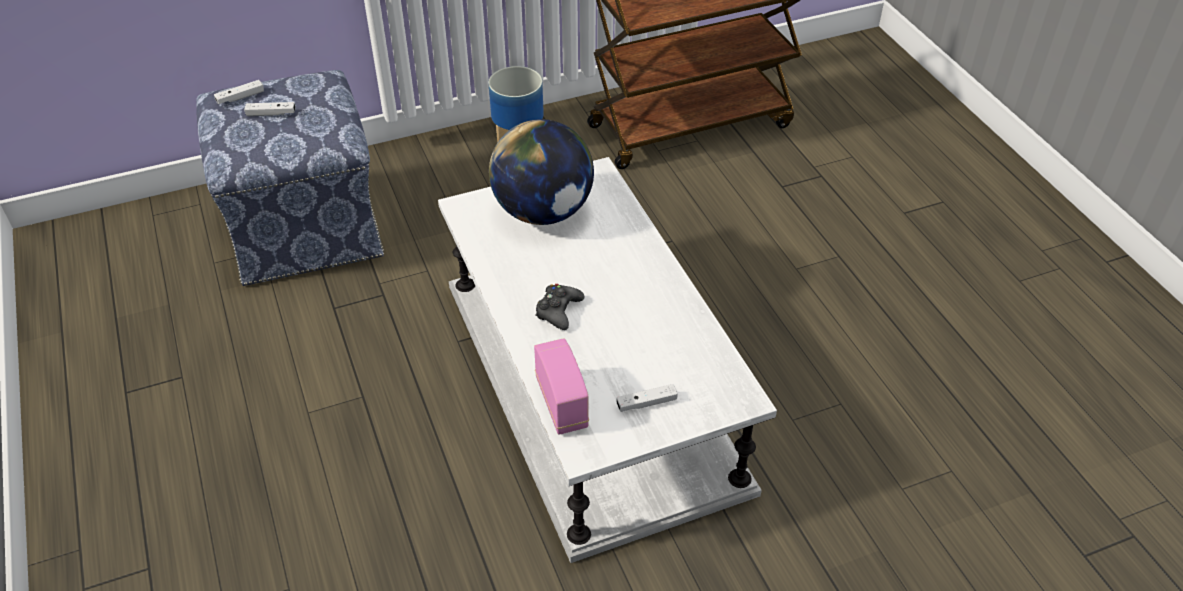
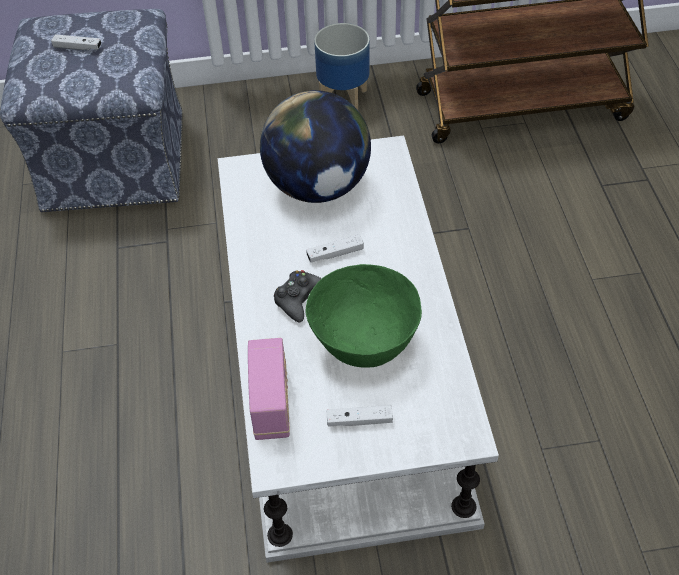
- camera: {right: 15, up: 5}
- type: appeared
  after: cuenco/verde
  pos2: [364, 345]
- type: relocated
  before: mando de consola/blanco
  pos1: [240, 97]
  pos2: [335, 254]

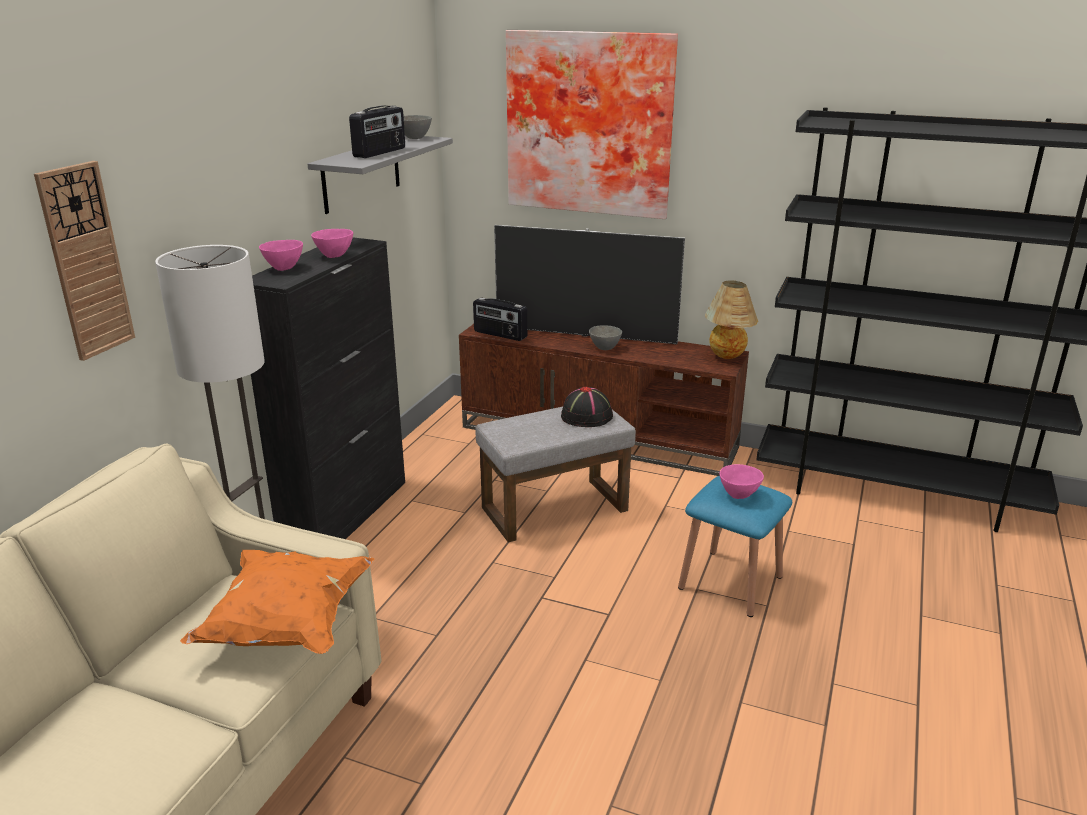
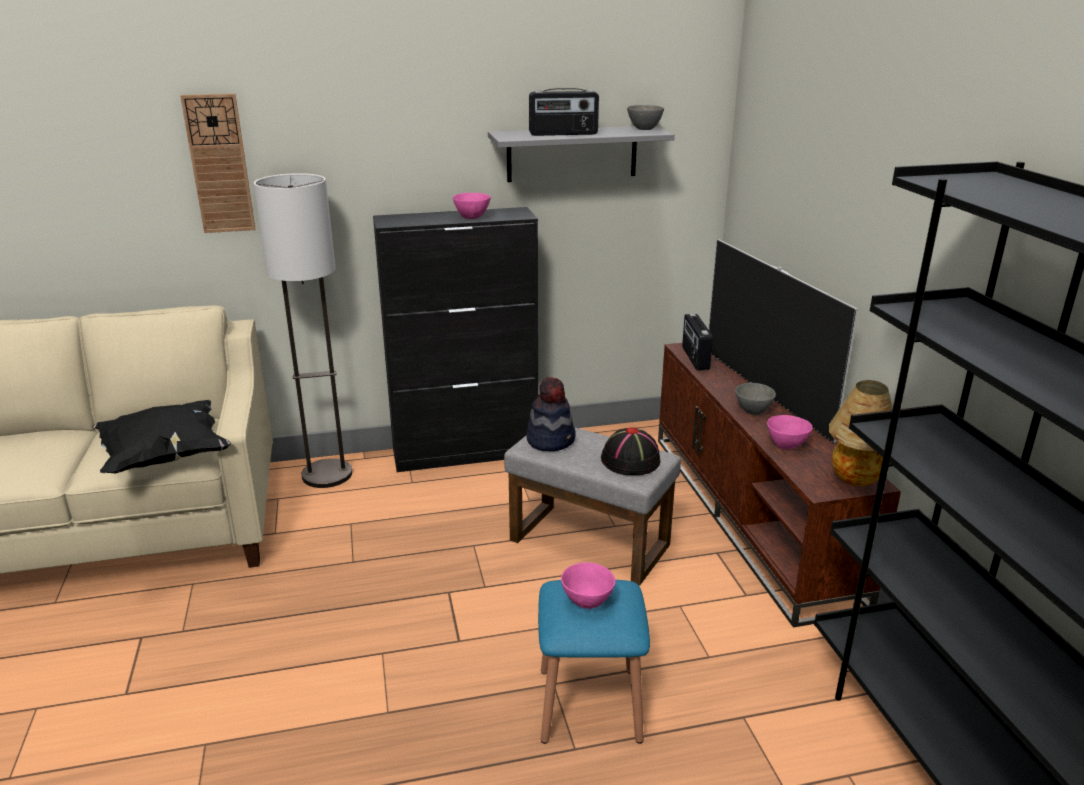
- camera: {right: 55, up: 0}
- type: missing
  before: cuadro
  pos1: [590, 123]
- type: appeared
  after: sombrero
  pos2: [551, 440]
- type: relocated
  before: cuenco/rosa
  pos1: [284, 268]
  pos2: [786, 445]
- type: colour
  before: cojín/naranja
  after: cojín/negro
  pos1: [287, 625]
  pos2: [165, 458]

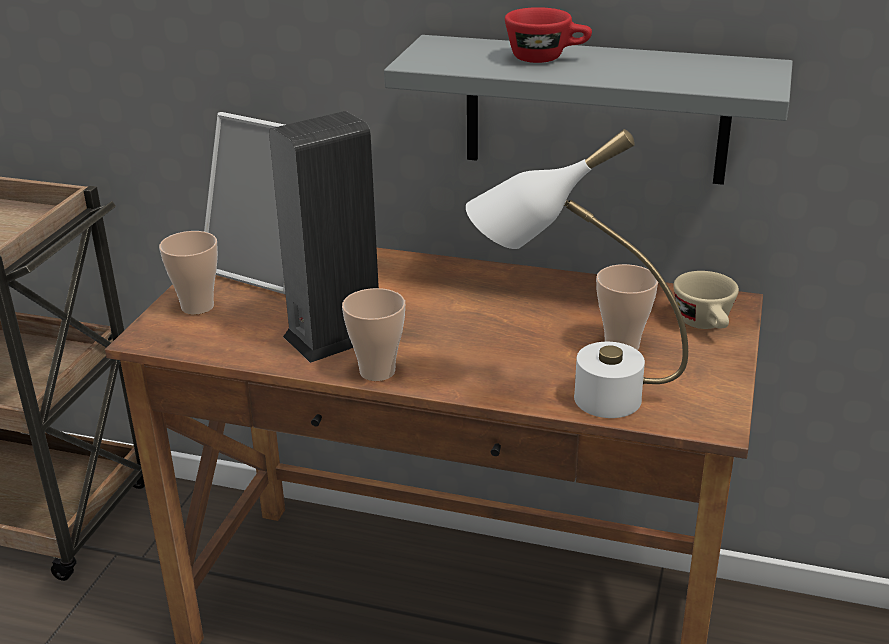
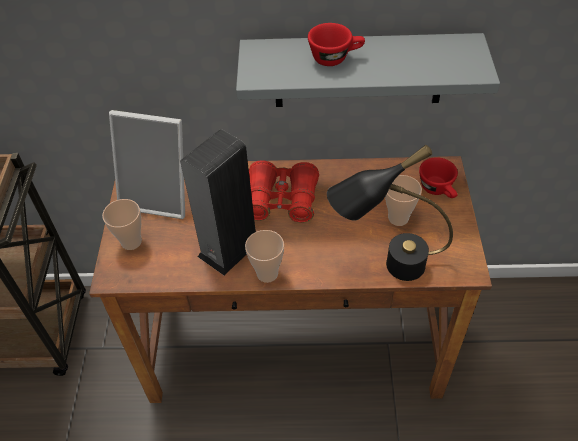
- camera: {right: -15, up: 20}
- type: appeared
  after: prismáticos/rojo
  pos2: [282, 200]
- type: colour
  before: lámpara de mesa/blanco
  after: lámpara de mesa/negro
  pos1: [573, 396]
  pos2: [386, 267]
- type: colour
  before: taza/beis
  after: taza/rojo
  pos1: [706, 325]
  pos2: [438, 190]

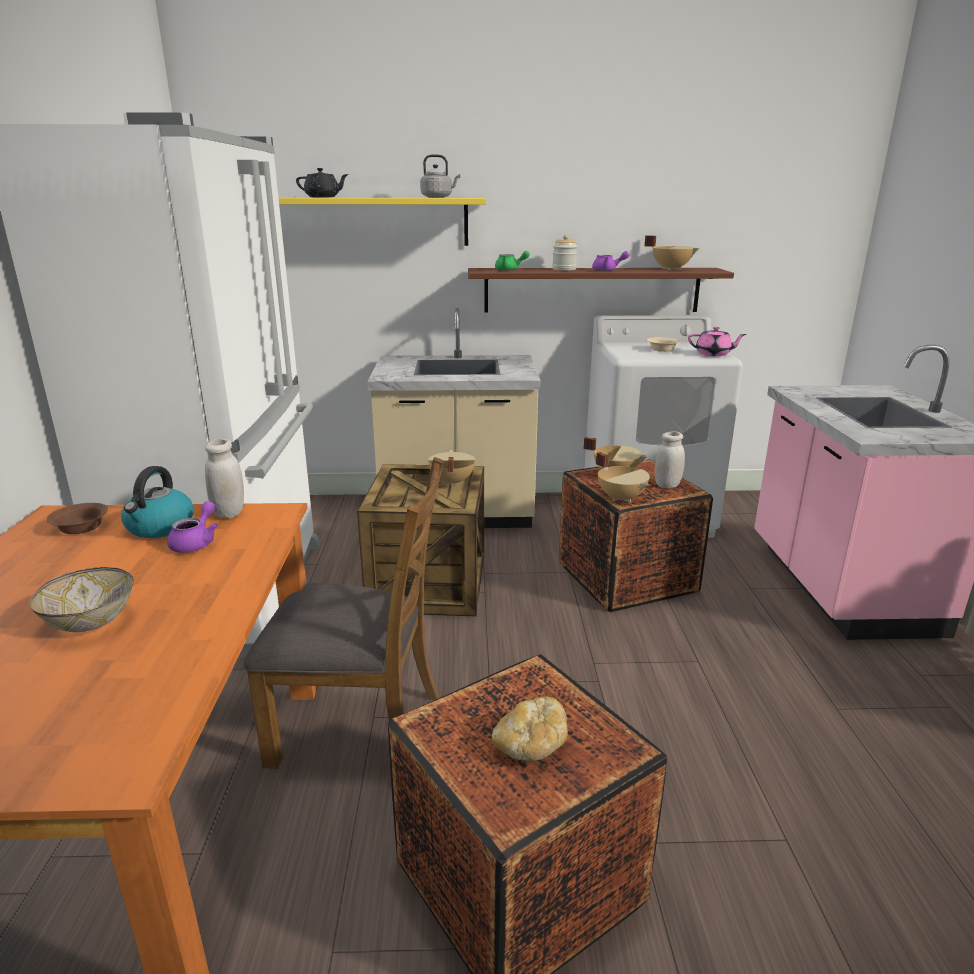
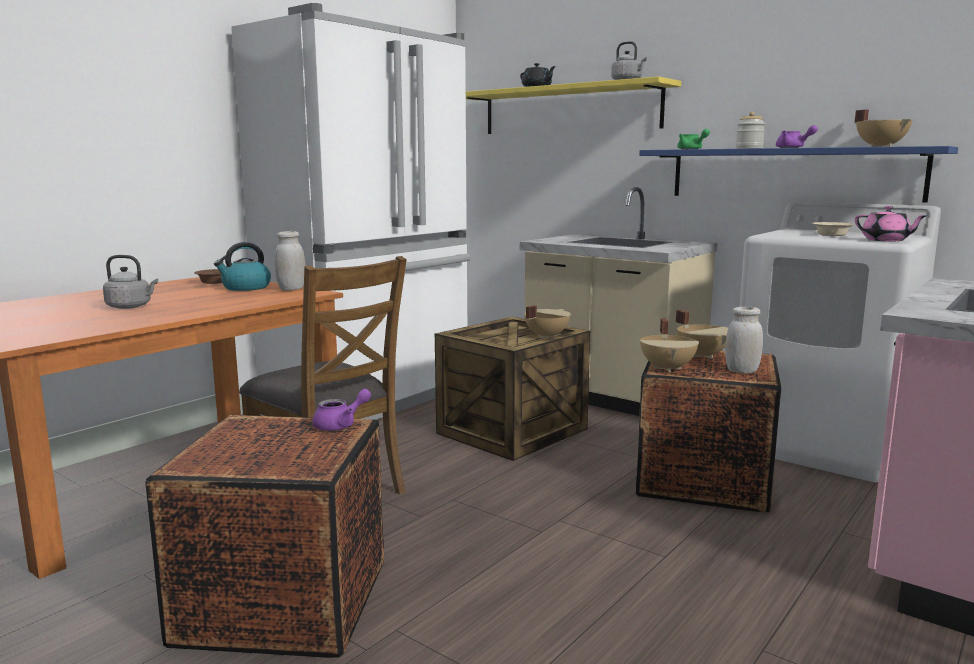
- camera: {right: 40, up: -10}
- type: missing
  before: pan
  pos1: [531, 745]
- type: relocated
  before: tetera/morado
  pos1: [196, 542]
  pos2: [340, 425]
- type: exchanged
  before: cuenco
  after: hervidor/gris
  pos1: [91, 621]
  pos2: [131, 307]
- type: colour
  before: estante/marrón
  after: estante/azul
  pos1: [592, 290]
  pos2: [791, 174]

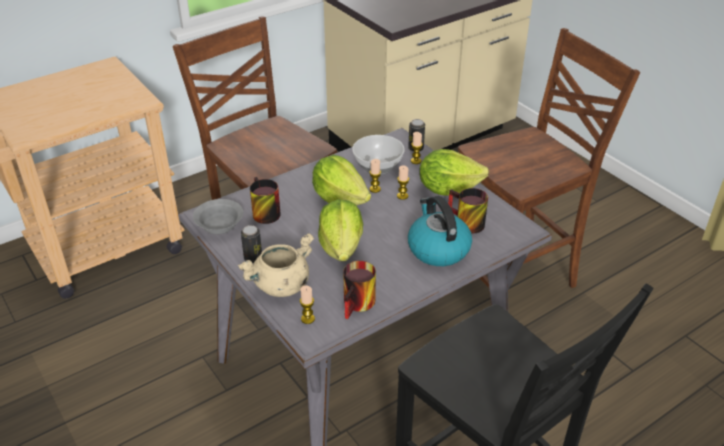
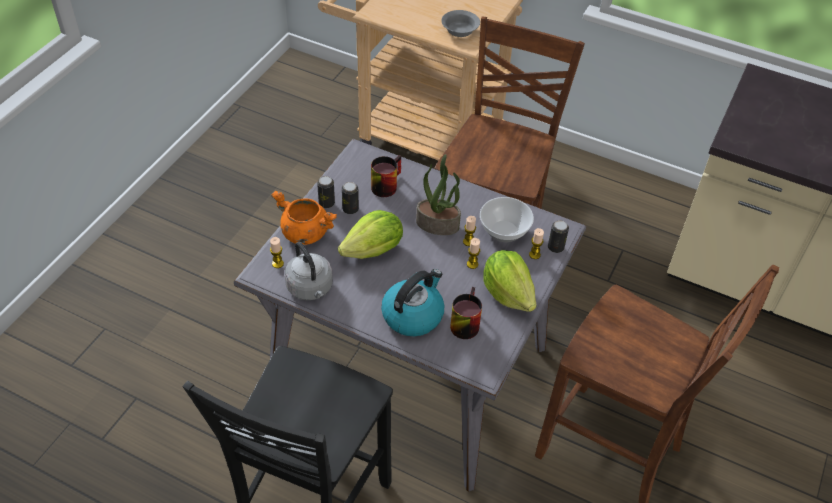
- camera: {right: 60, up: 10}
- type: appeared
  after: lata
  pos2: [350, 209]
- type: relocated
  before: cuenco/gris
  pos1: [220, 226]
  pos2: [459, 31]
- type: exchanged
  before: lechuga
  after: planta en maceta
  pos1: [340, 198]
  pos2: [438, 224]
- type: exchanged
  before: taza grande
  after: hervidor/gris
  pos1: [360, 305]
  pos2: [311, 289]
- type: colour
  before: olla/beis
  after: olla/naranja
  pos1: [281, 286]
  pos2: [304, 233]

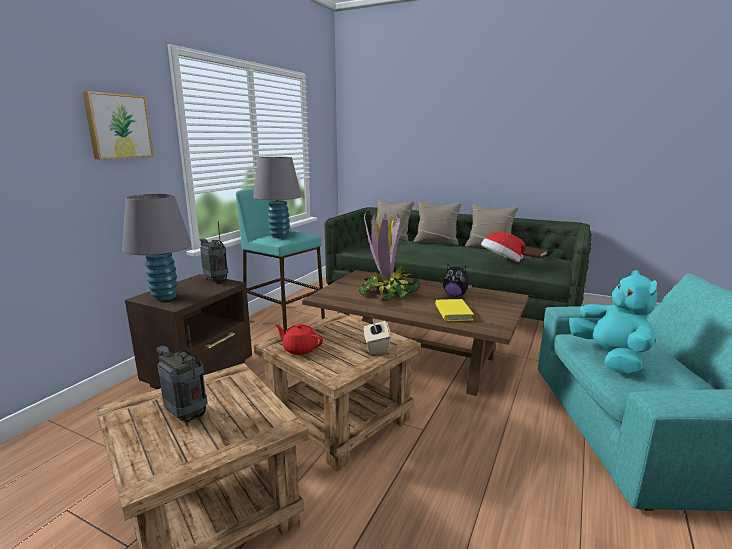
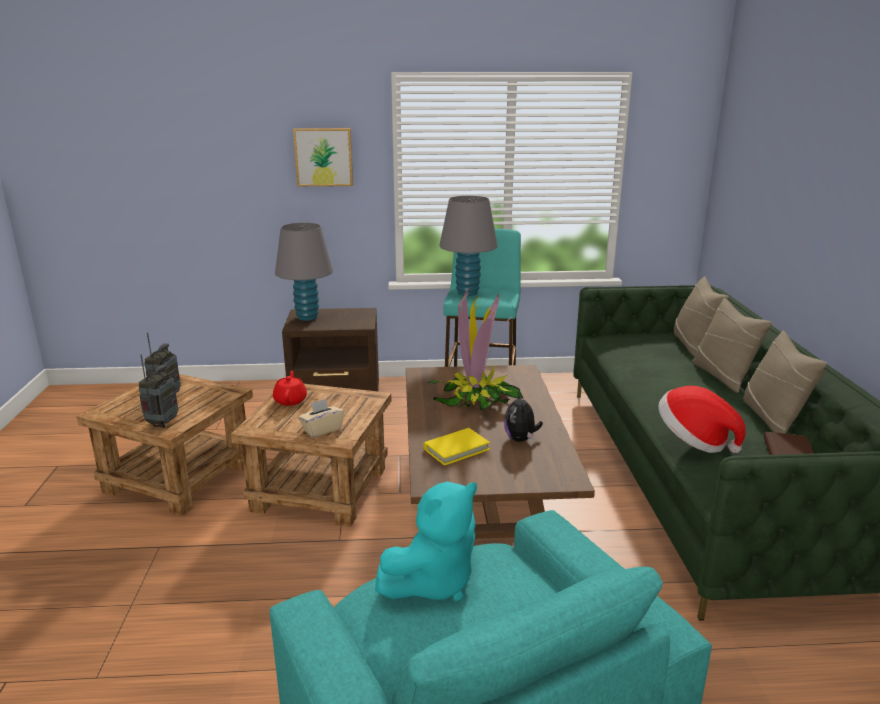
- camera: {right: 60, up: 5}
- type: relocated
  before: radio
  pos1: [216, 281]
  pos2: [163, 423]

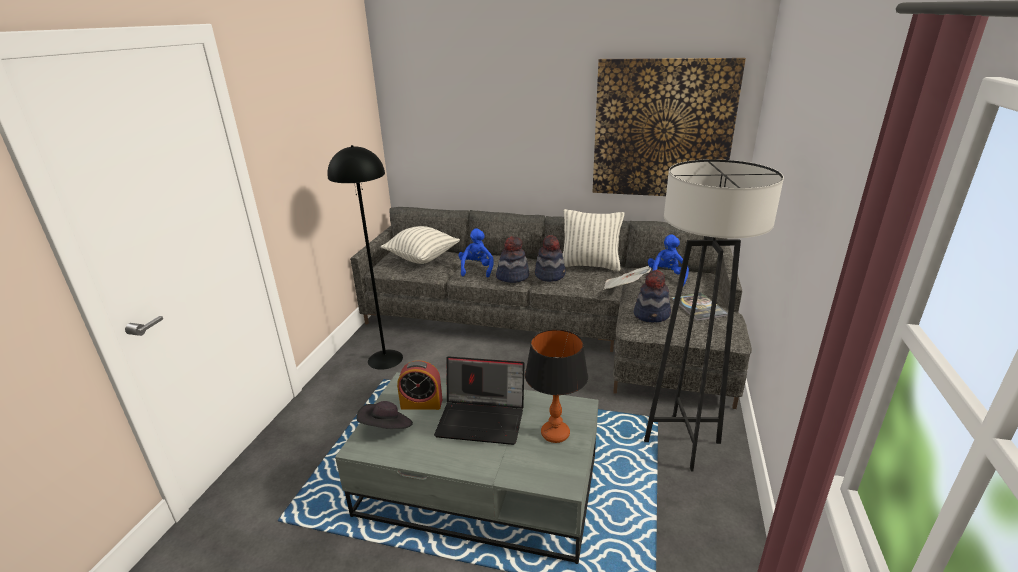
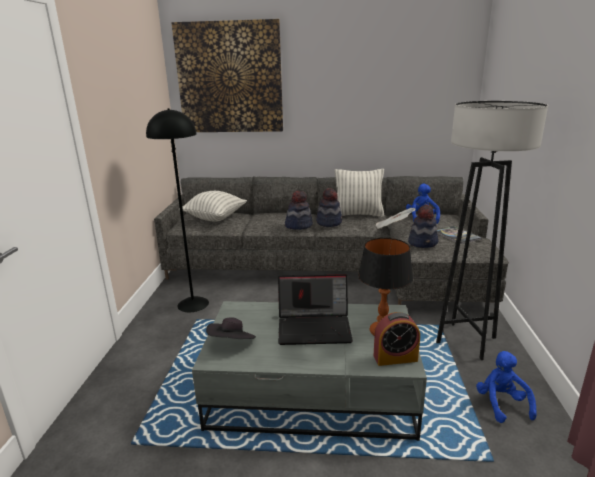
- camera: {right: -10, up: -5}
- type: relocated
  before: despertador
  pos1: [421, 403]
  pos2: [395, 358]
- type: relocated
  before: peluche/azul
  pos1: [476, 269]
  pos2: [501, 404]
- type: relocated
  before: cuadro
  pos1: [662, 130]
  pos2: [230, 78]

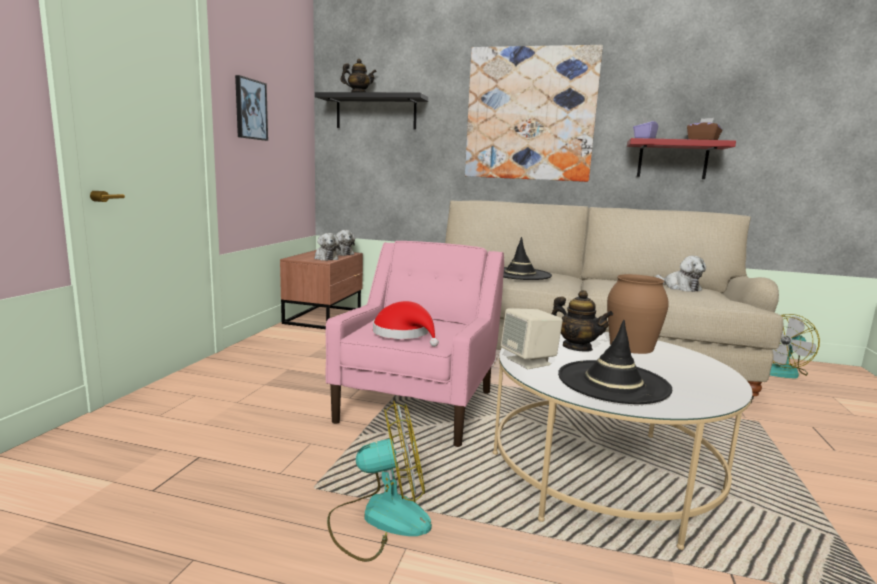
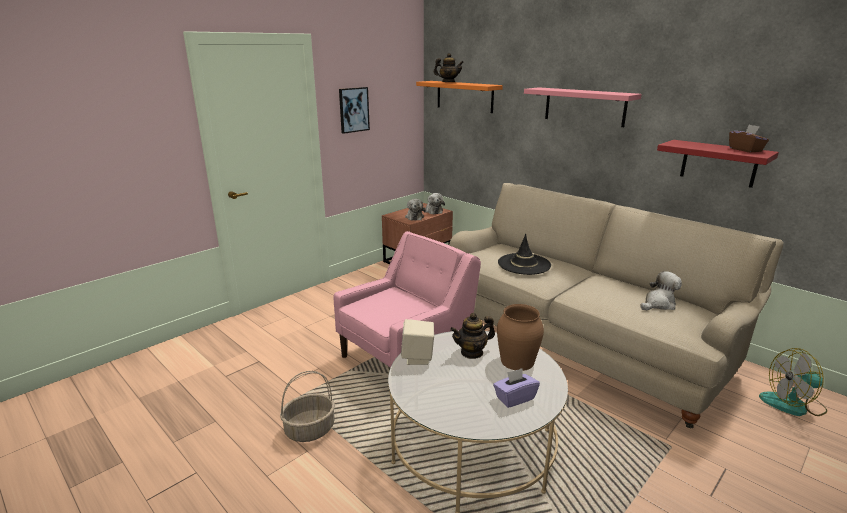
- camera: {right: 30, up: 10}
- type: missing
  before: sombrero/rojo
  pos1: [404, 334]
- type: missing
  before: sombrero/negro
  pos1: [613, 382]
- type: relocated
  before: caja de pañuelos/morado
  pos1: [644, 139]
  pos2: [514, 398]
- type: exchanged
  before: ventilador
  after: cesta
  pos1: [379, 519]
  pos2: [310, 429]
- type: exchanged
  before: cuadro
  after: estante/rosa
  pos1: [530, 114]
  pos2: [584, 106]
- type: colour
  before: estante/negro
  after: estante/naranja
  pos1: [376, 112]
  pos2: [464, 96]
- type: spun
  before: tetera
  pos1: [577, 347]
  pos2: [472, 352]
  turn: 90
- type: spun
  before: peluche
  pos1: [680, 287]
  pos2: [658, 304]
  turn: -120

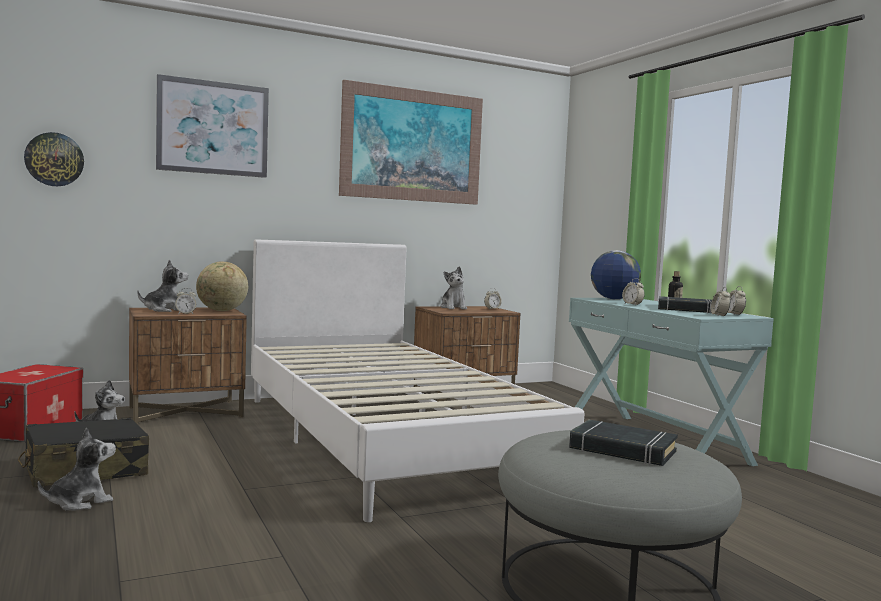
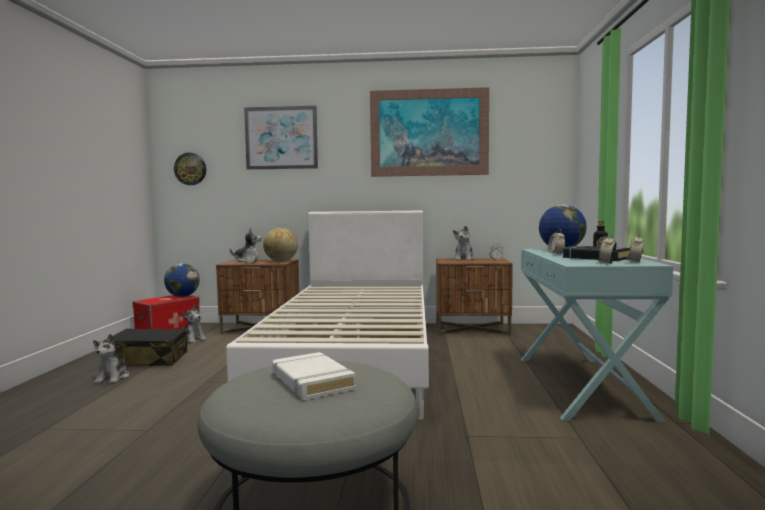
- camera: {right: 30, up: 0}
- type: appeared
  after: globo terráqueo
  pos2: [182, 296]
- type: colour
  before: libro/negro
  after: libro/blanco
  pos1: [622, 450]
  pos2: [311, 382]
- type: spun
  before: peluche
  pos1: [80, 502]
  pos2: [113, 378]
  turn: 105

